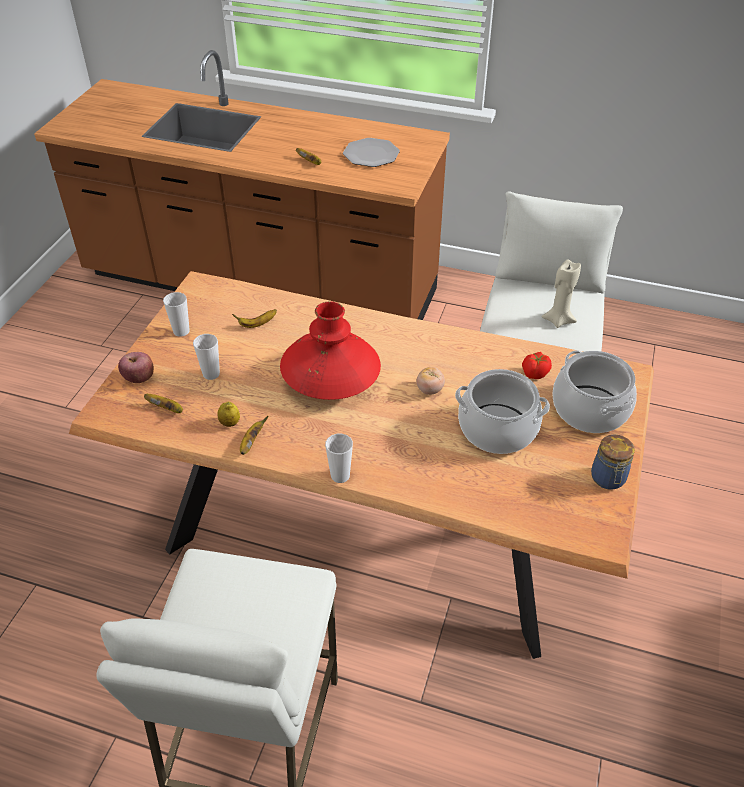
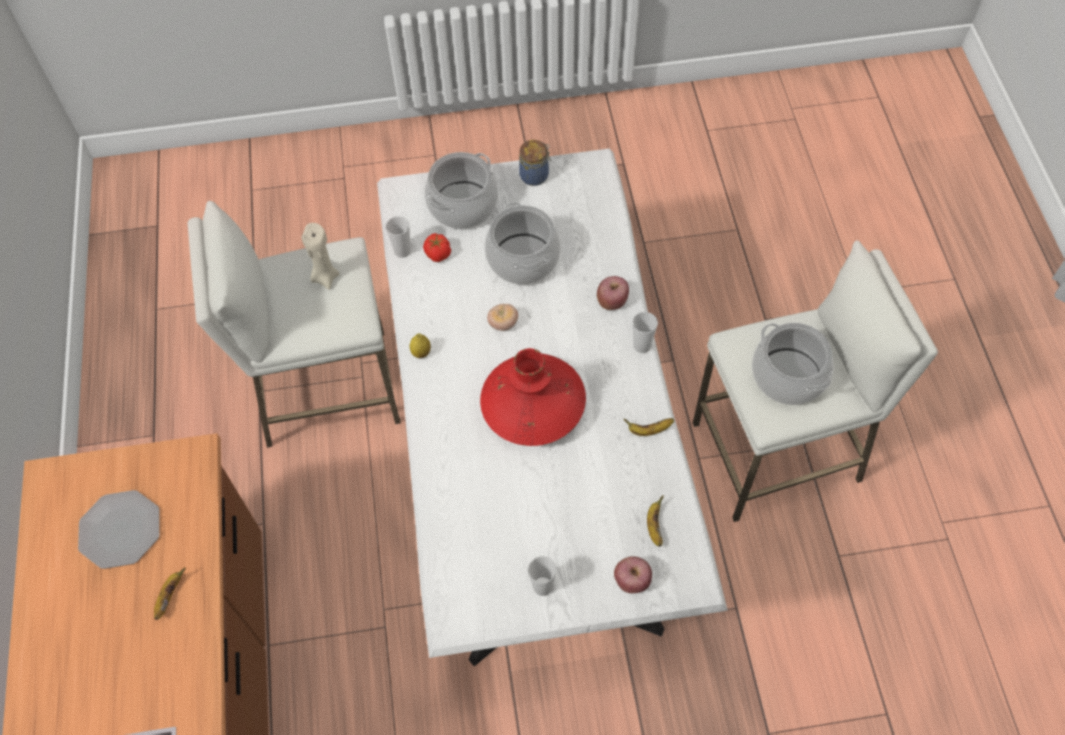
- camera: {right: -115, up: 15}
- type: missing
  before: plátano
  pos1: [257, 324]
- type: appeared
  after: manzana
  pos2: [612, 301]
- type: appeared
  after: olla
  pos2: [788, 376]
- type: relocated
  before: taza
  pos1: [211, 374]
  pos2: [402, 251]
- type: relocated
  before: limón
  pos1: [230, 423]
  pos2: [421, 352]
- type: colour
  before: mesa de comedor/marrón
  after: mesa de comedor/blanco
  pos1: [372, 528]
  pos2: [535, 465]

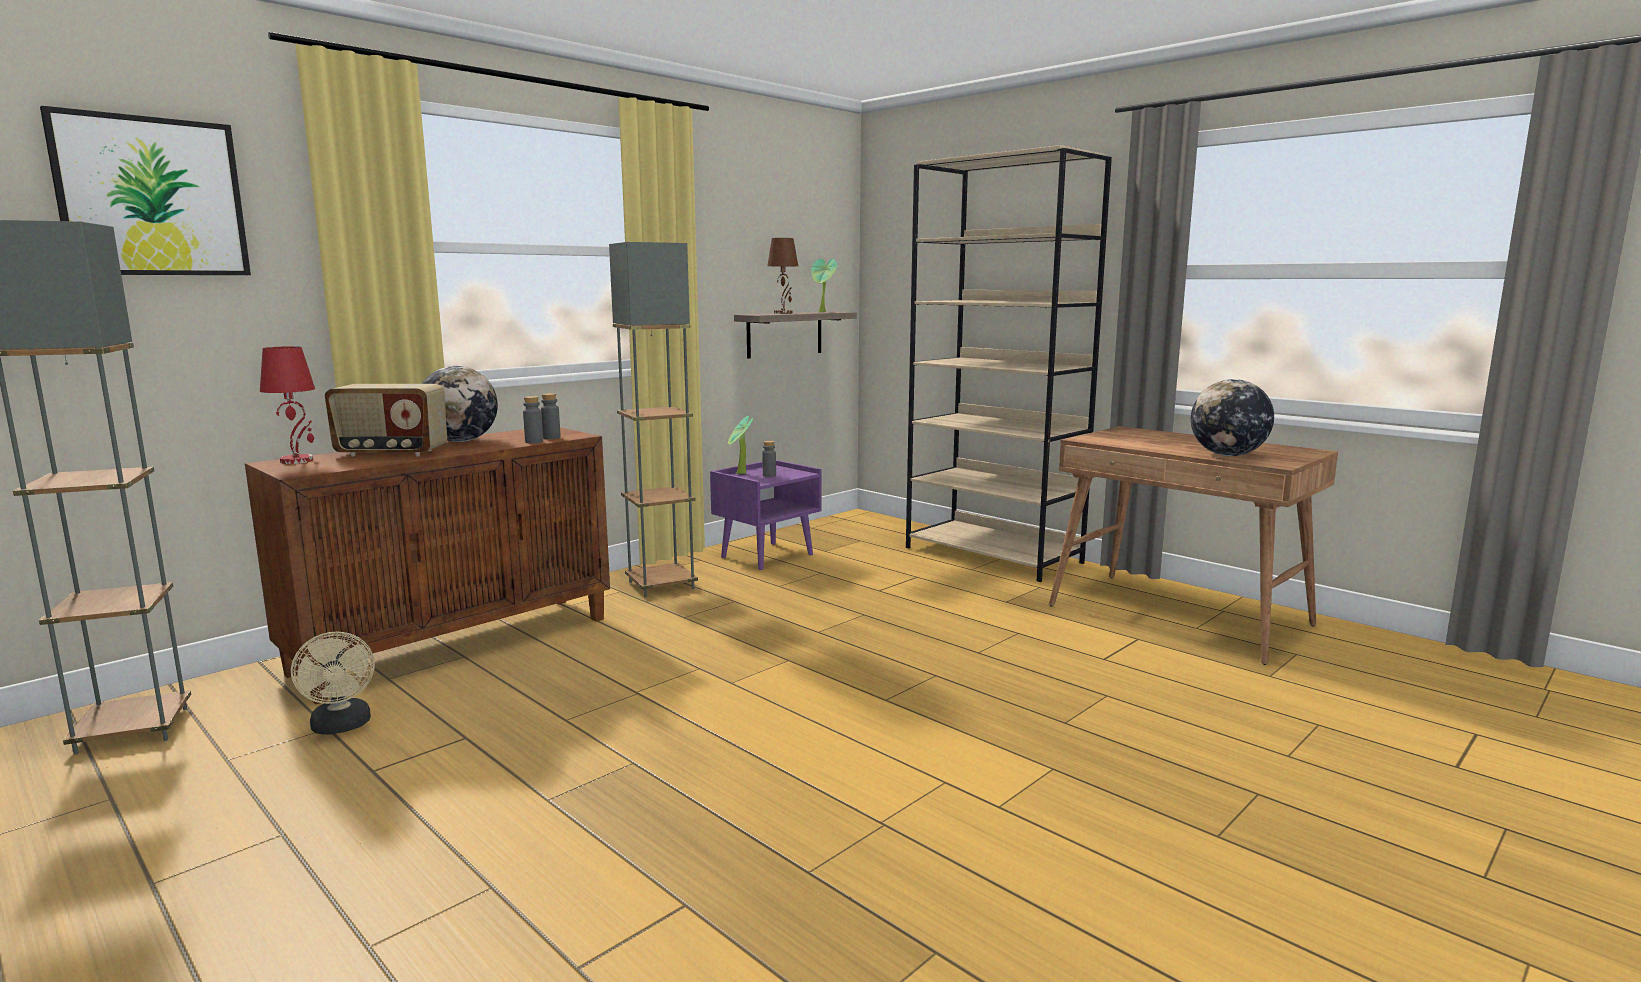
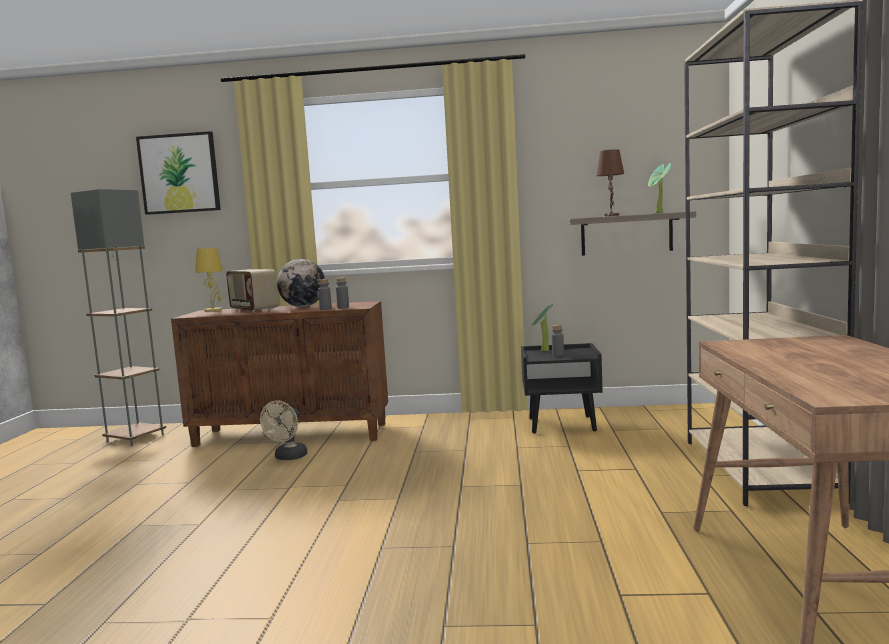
- camera: {right: 50, up: -5}
- type: missing
  before: lámpara de pie/gris
  pos1: [661, 585]
- type: missing
  before: globo terráqueo
  pos1: [1227, 455]
- type: relocated
  before: ventilador/beis
  pos1: [342, 727]
  pos2: [288, 457]
- type: colour
  before: lámpara de mesa/rojo
  after: lámpara de mesa/amarillo
  pos1: [297, 460]
  pos2: [214, 310]
- type: colour
  before: mesita de noche/morado
  after: mesita de noche/negro
  pos1: [767, 555]
  pos2: [562, 424]

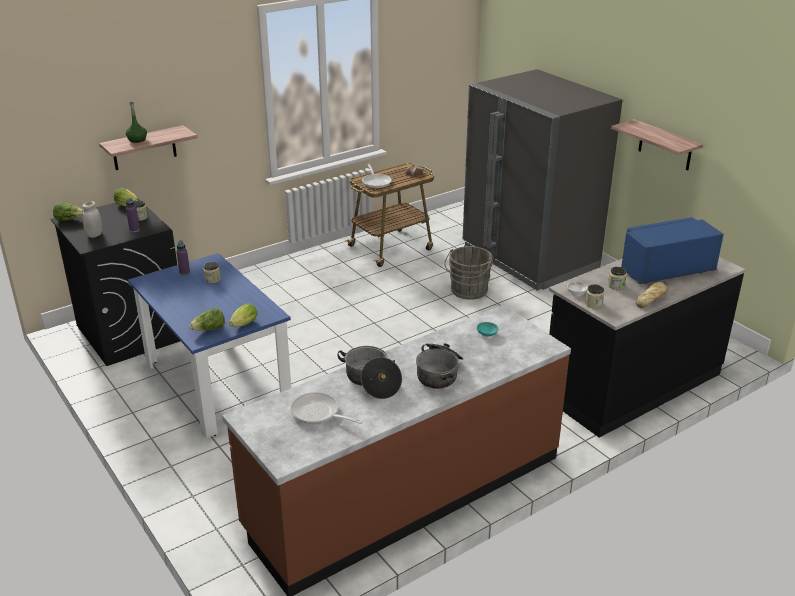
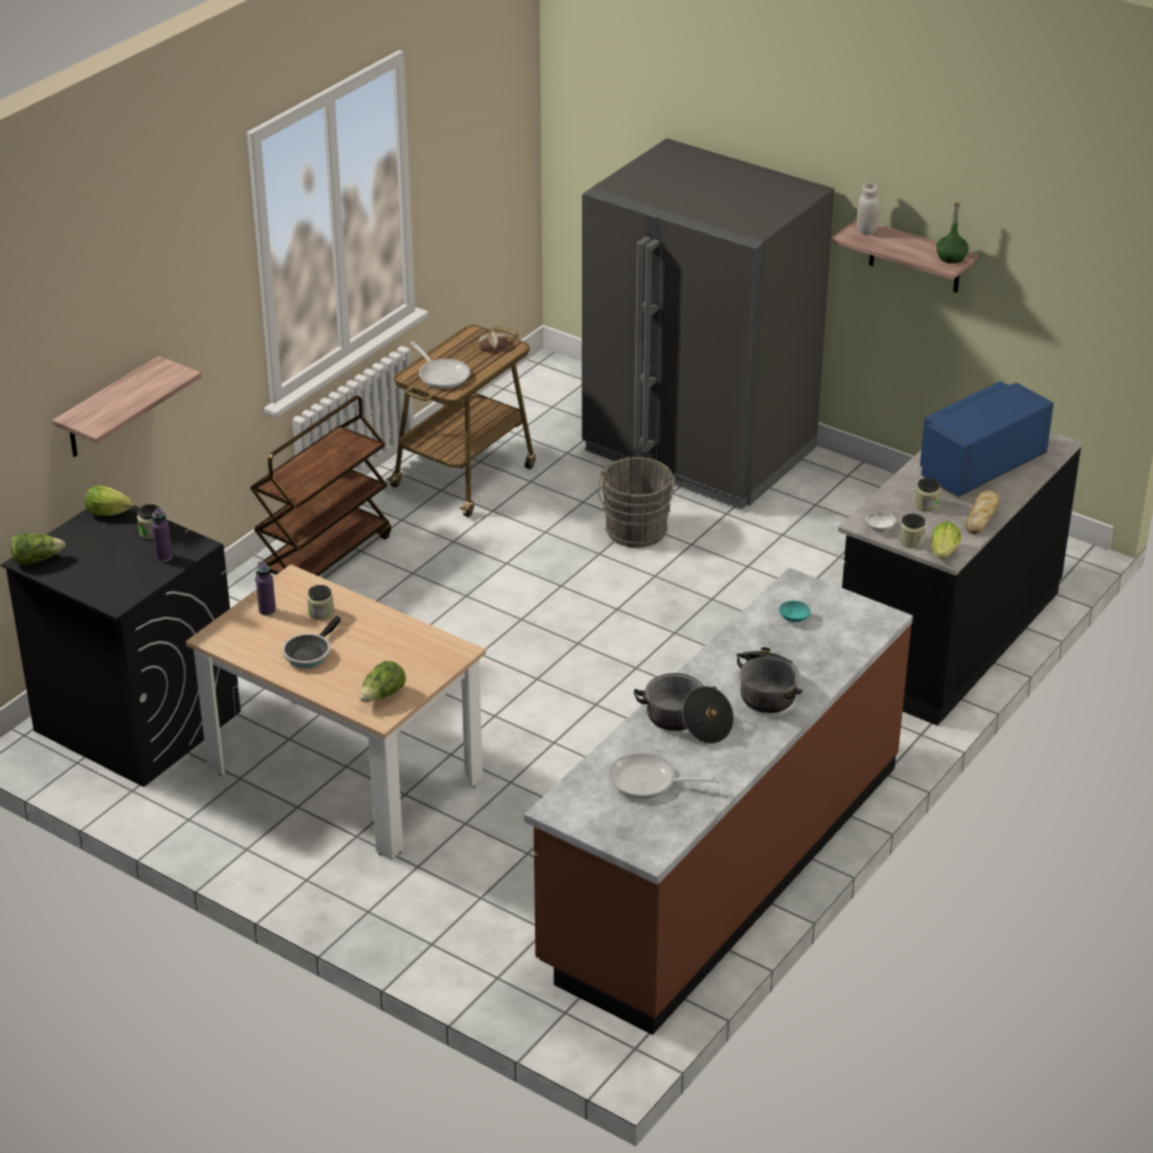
- camera: {right: -20, up: 5}
- type: appeared
  after: carrito/marrón
  pos2: [324, 558]
- type: appeared
  after: sartén
  pos2: [309, 653]
- type: relocated
  before: tarro/blanco
  pos1: [94, 235]
  pos2: [867, 231]
- type: relocated
  before: botella/verde
  pos1: [137, 140]
  pos2: [951, 257]
- type: relocated
  before: lechuga
  pos1: [243, 325]
  pos2: [943, 555]
- type: colour
  before: mesa de comedor/azul
  after: mesa de comedor/beis
  pos1: [217, 384]
  pos2: [344, 774]

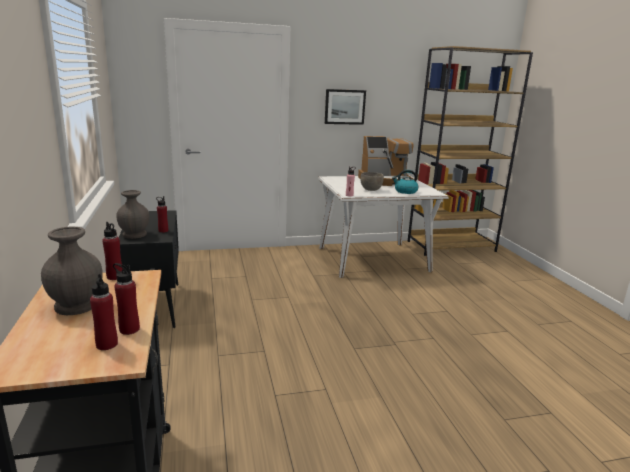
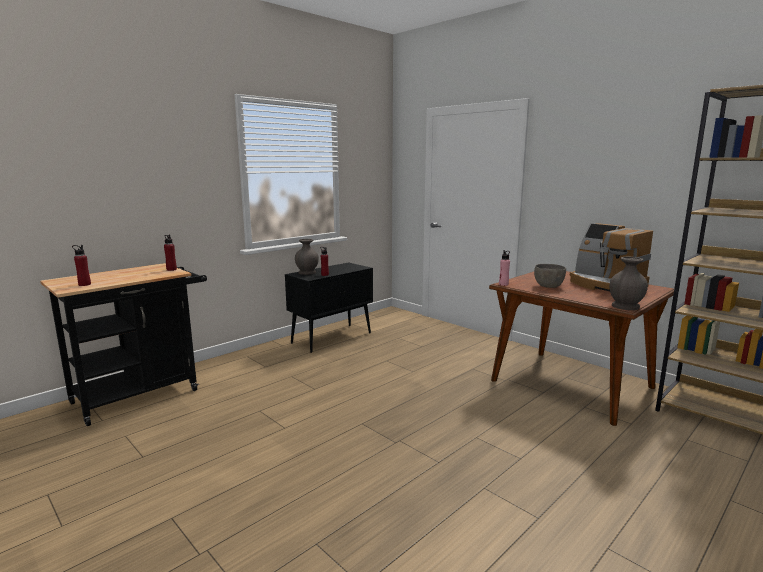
- camera: {right: 60, up: -5}
- type: missing
  before: botella/rojo
  pos1: [129, 329]
- type: missing
  before: cuadro
  pos1: [344, 107]
- type: missing
  before: hervidor
  pos1: [405, 191]
- type: relocated
  before: florero/gris
  pos1: [76, 305]
  pos2: [624, 306]
- type: colour
  before: mesa de comedor/blanco
  after: mesa de comedor/marrón
  pos1: [373, 259]
  pos2: [572, 384]

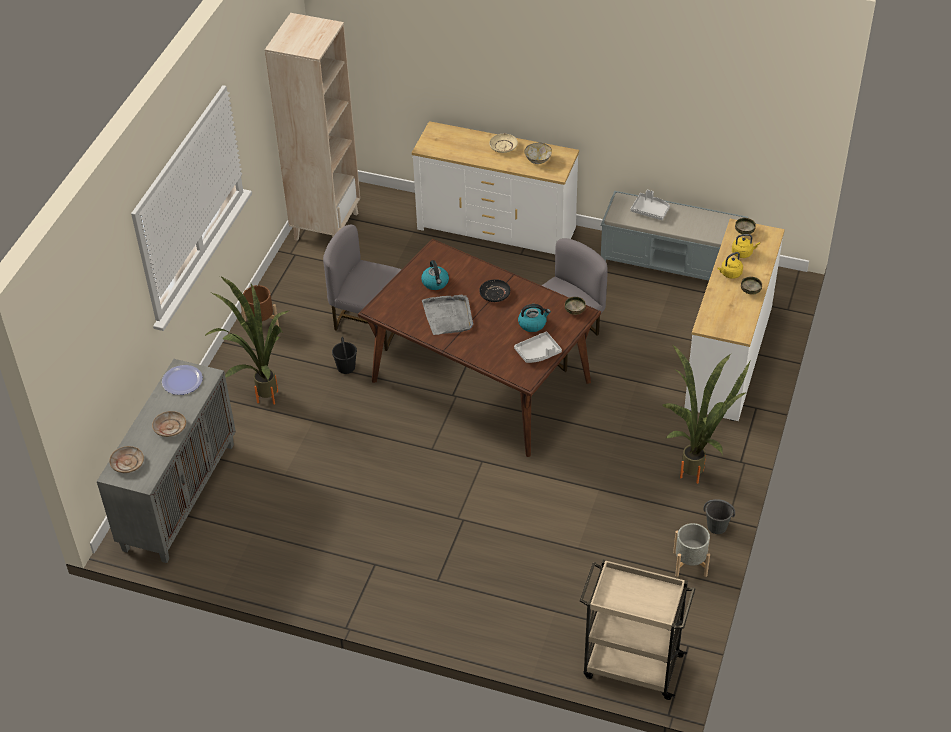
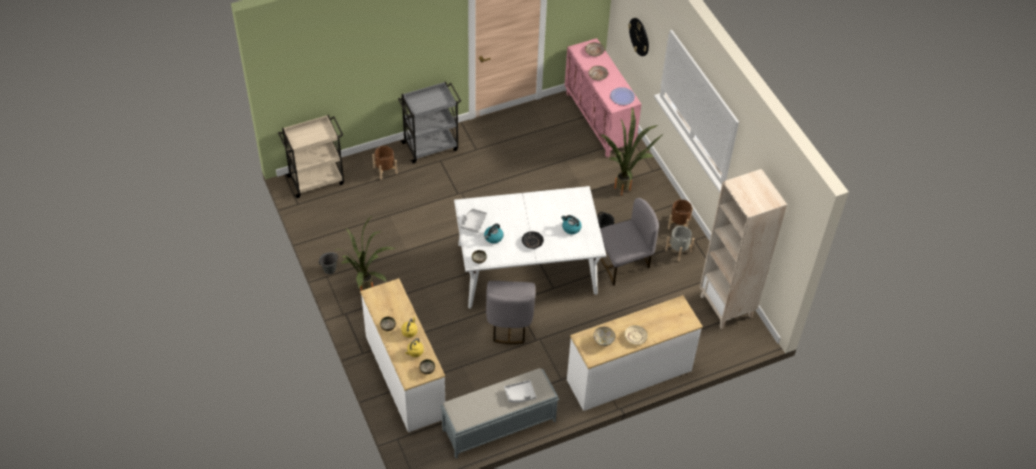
- camera: {right: 135, up: 5}
- type: missing
  before: bandeja/gris
  pos1: [448, 316]
- type: appeared
  after: maceta/marrón
  pos2: [385, 170]
- type: appeared
  after: carrito/gris
  pos2: [431, 146]
- type: appeared
  after: reloj de pared
  pos2: [639, 36]
- type: relocated
  before: maceta/gris
  pos1: [690, 563]
  pos2: [678, 250]
- type: colour
  before: armario/gris
  after: armario/rosa
  pos1: [179, 495]
  pos2: [599, 121]
- type: colour
  before: mesa de comedor/marrón
  after: mesa de comedor/blanco
  pos1: [479, 381]
  pos2: [527, 268]

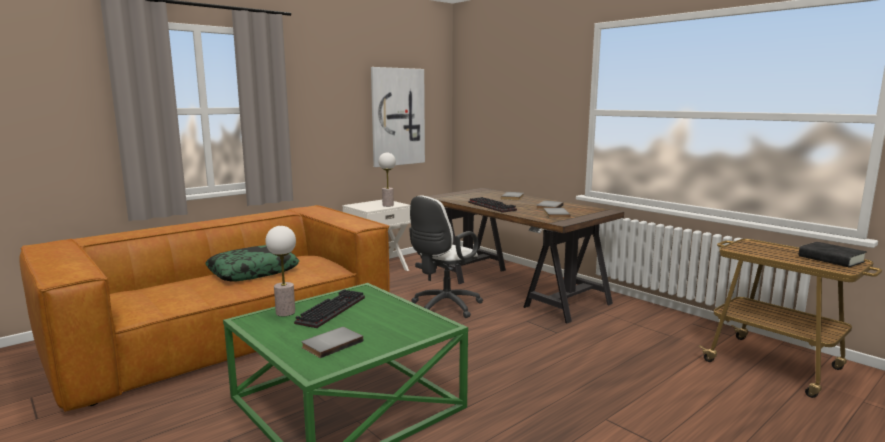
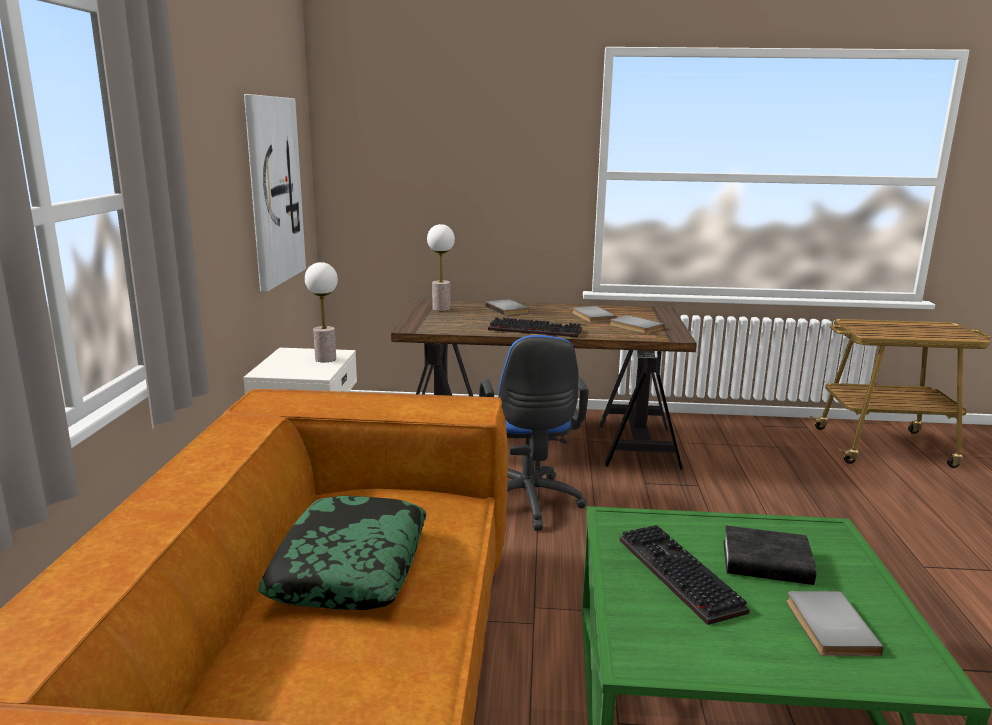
- camera: {right: -45, up: 5}
- type: relocated
  before: lámpara de mesa
  pos1: [285, 312]
  pos2: [441, 309]
- type: relocated
  before: libro/negro
  pos1: [831, 259]
  pos2: [766, 563]
- type: colour
  before: silla de oficina/blanco
  after: silla de oficina/azul
  pos1: [443, 307]
  pos2: [528, 504]

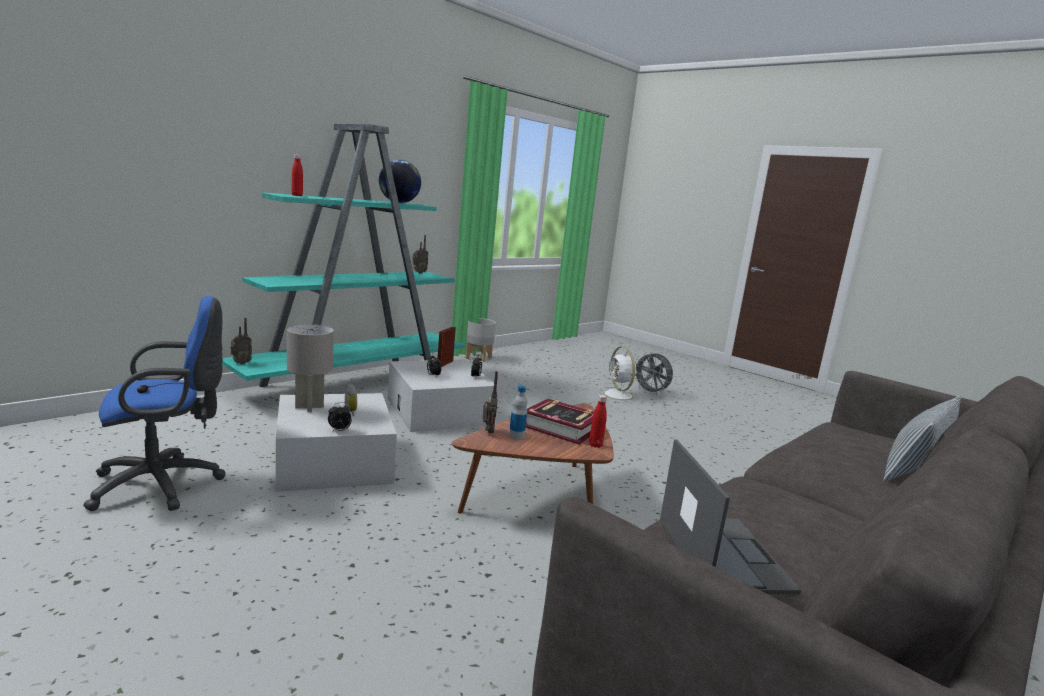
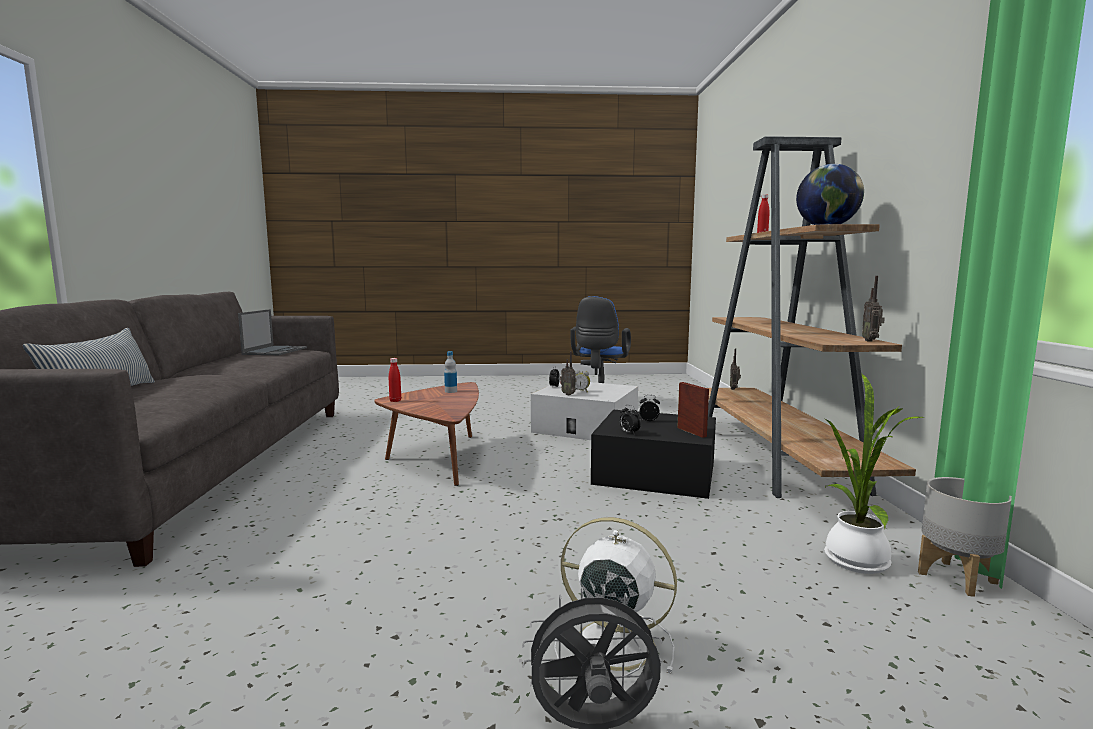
- camera: {right: 135, up: -5}
- type: missing
  before: lámpara de mesa/gris
  pos1: [309, 407]
- type: missing
  before: libro
  pos1: [562, 428]
- type: appeared
  after: planta en maceta
  pos2: [856, 558]
- type: relocated
  before: radio
  pos1: [487, 432]
  pos2: [568, 394]
- type: colour
  before: estantería/turquesa
  after: estantería/marrón
  pos1: [354, 383]
  pos2: [777, 460]
- type: colour
  before: caja de almacenaje/blanco
  after: caja de almacenaje/negro
  pos1: [439, 411]
  pos2: [655, 473]
- type: spun
  before: portátil
  pos1: [722, 553]
  pos2: [275, 351]
  turn: -120

